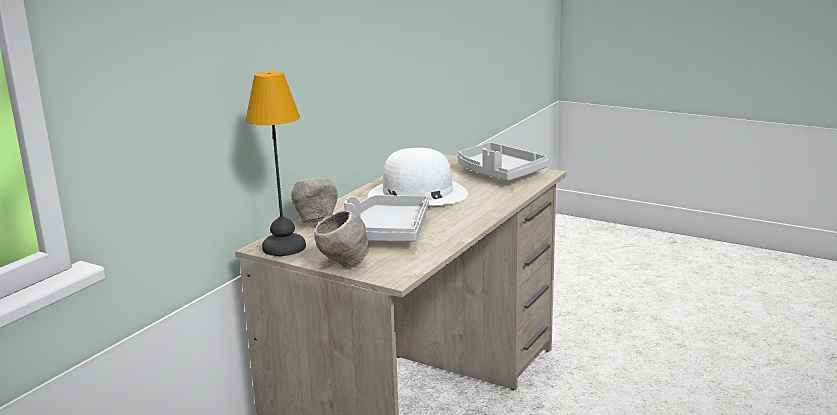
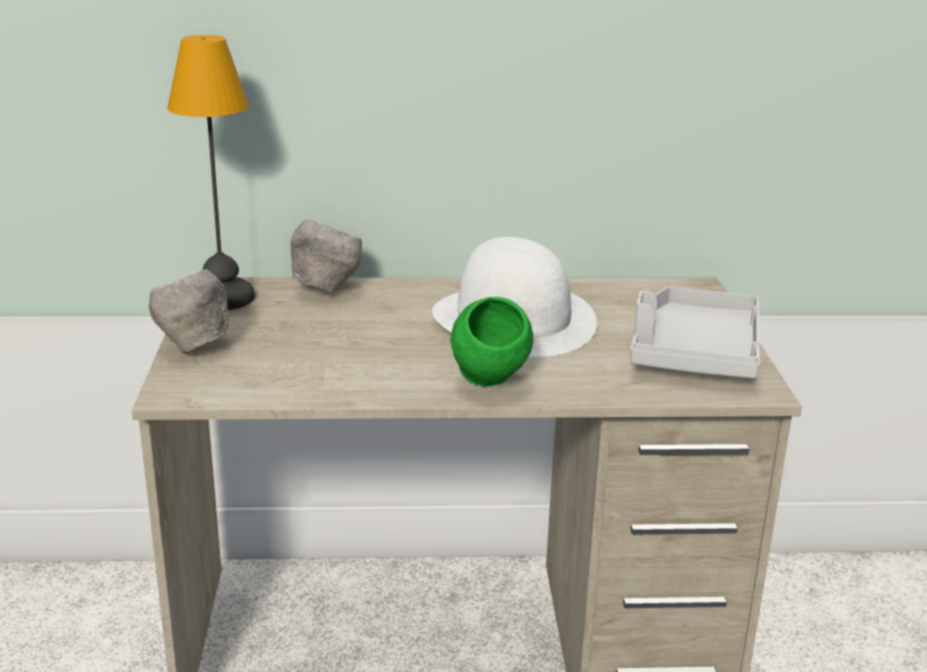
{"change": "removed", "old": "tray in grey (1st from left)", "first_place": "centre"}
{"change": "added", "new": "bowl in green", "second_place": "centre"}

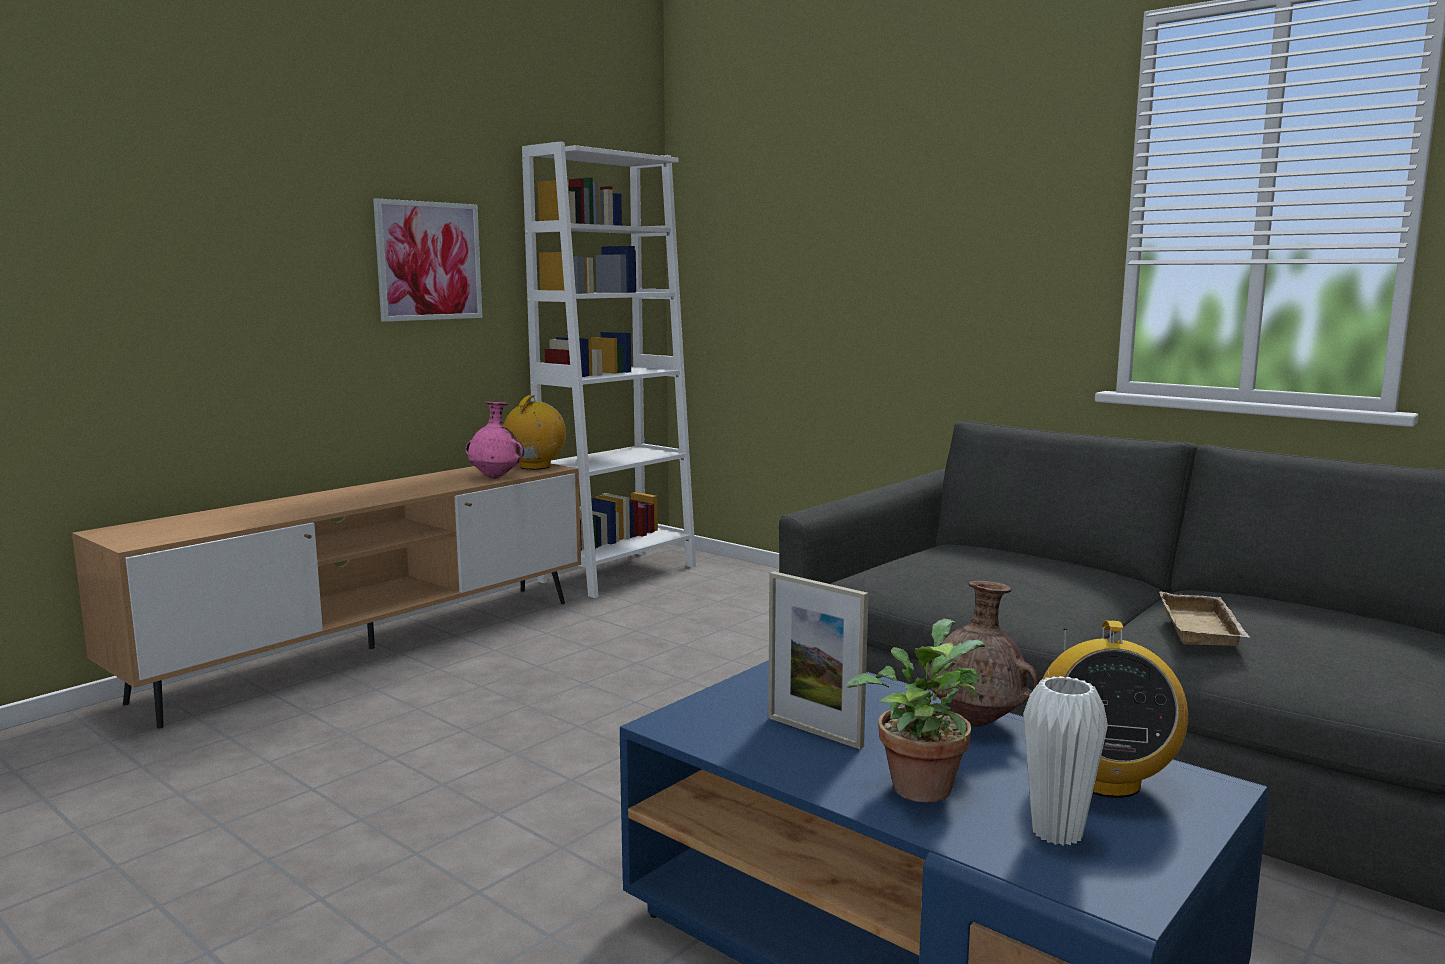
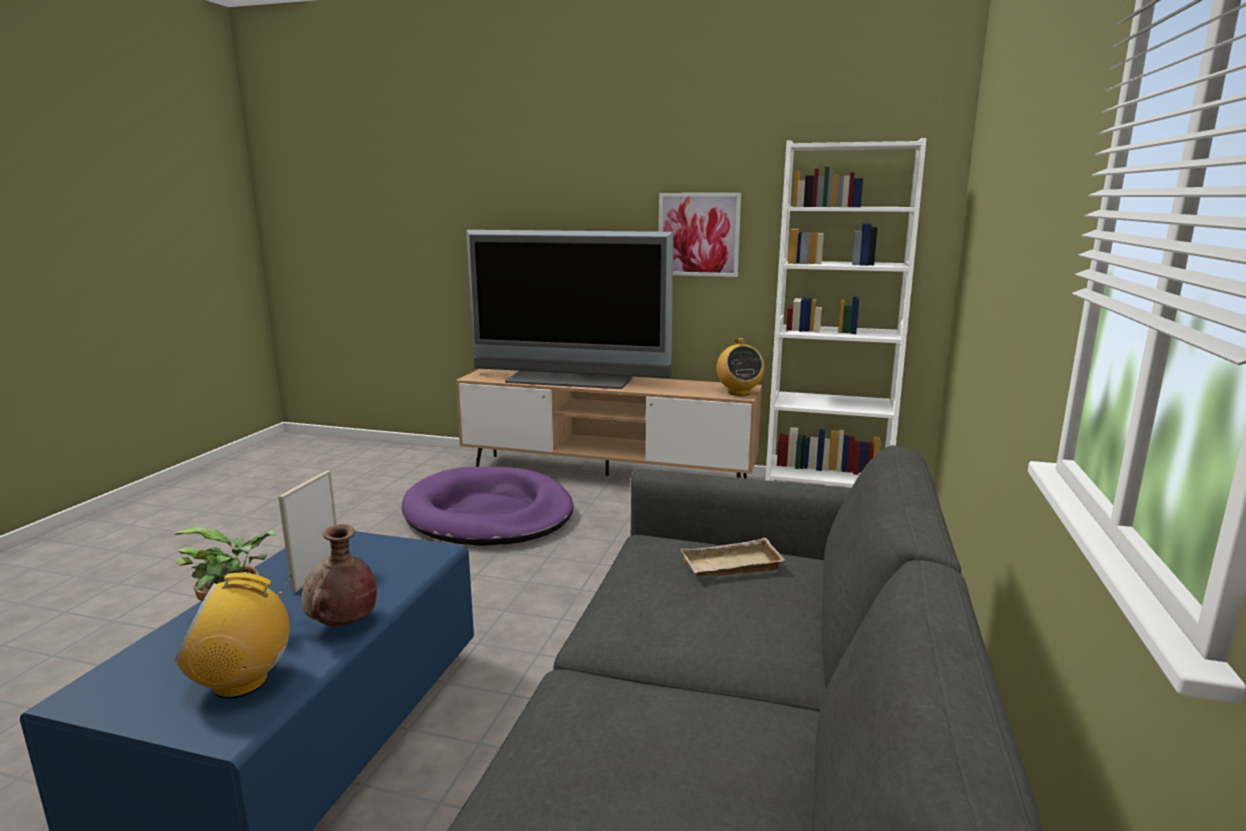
{"change": "removed", "old": "vase in pink", "first_place": "centre"}
{"change": "removed", "old": "vase in white", "first_place": "bottom right"}
{"change": "added", "new": "dog bed in purple", "second_place": "centre"}
{"change": "added", "new": "television", "second_place": "centre"}
{"change": "moved", "old": "tray in beige", "first_place": "middle right", "second_place": "bottom centre"}
{"change": "turned", "old": "radio (1st from left in the first image)", "first_place": "centre", "second_place": "centre", "degrees": 90}

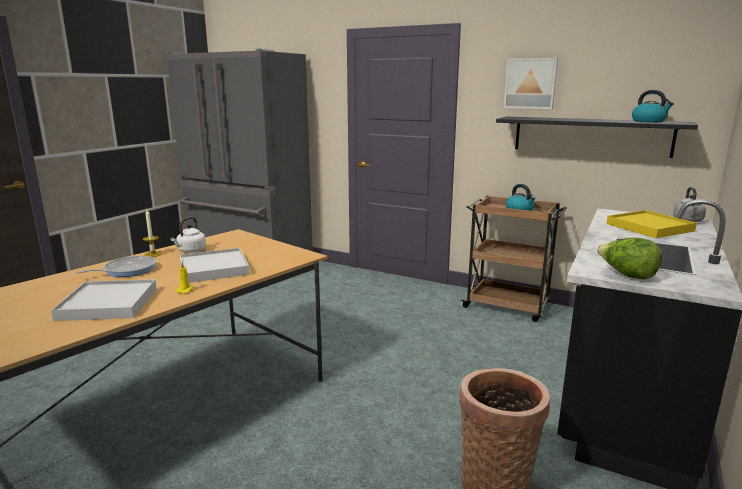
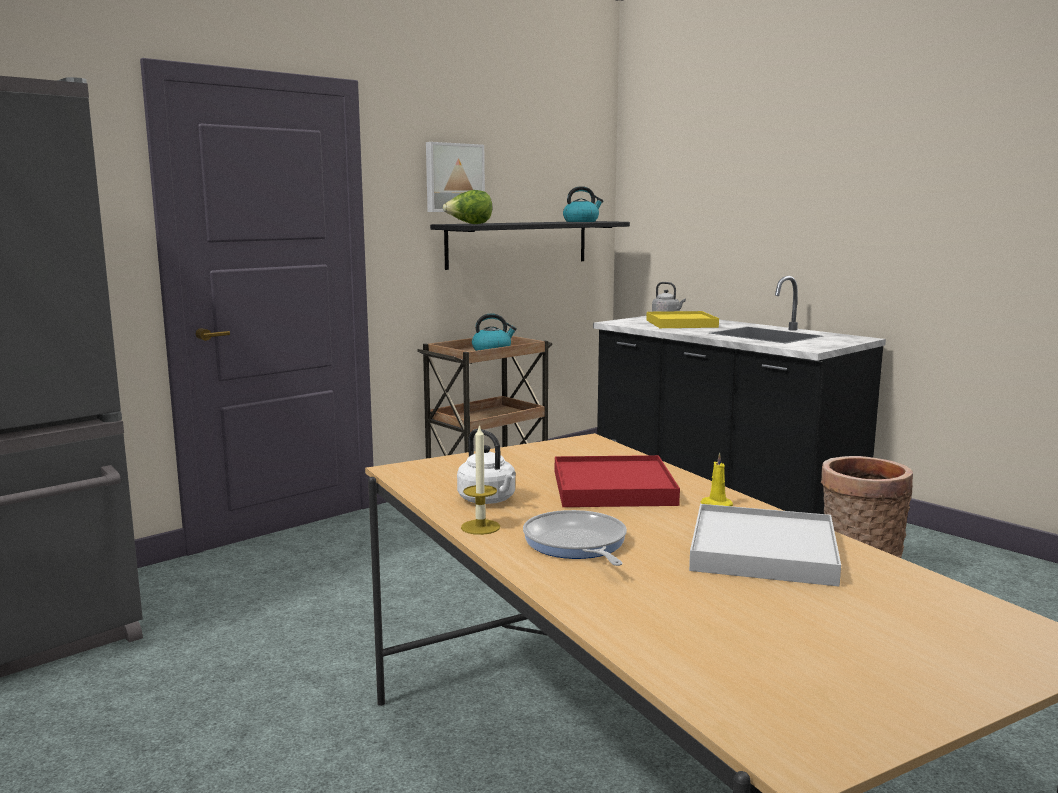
{"change": "moved", "old": "lettuce", "first_place": "middle right", "second_place": "top centre"}
{"change": "recoloured", "old": "tray in white (2nd from left)", "new": "tray in red", "first_place": "middle left", "second_place": "centre"}

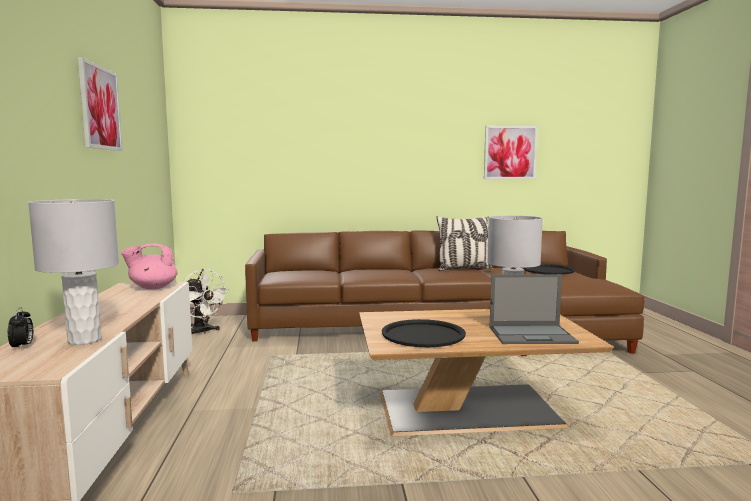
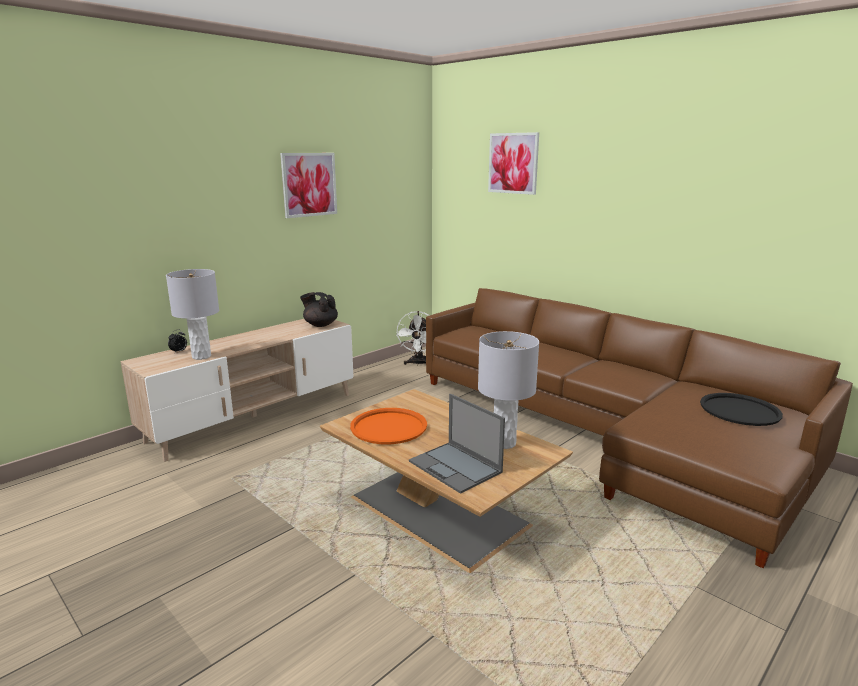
{"change": "removed", "old": "pillow", "first_place": "centre"}
{"change": "moved", "old": "picture (2nd from left)", "first_place": "top right", "second_place": "top centre"}
{"change": "recoloured", "old": "teapot in pink", "new": "teapot in black", "first_place": "middle left", "second_place": "centre"}
{"change": "recoloured", "old": "tray in black (1st from left)", "new": "tray in orange", "first_place": "centre", "second_place": "centre"}

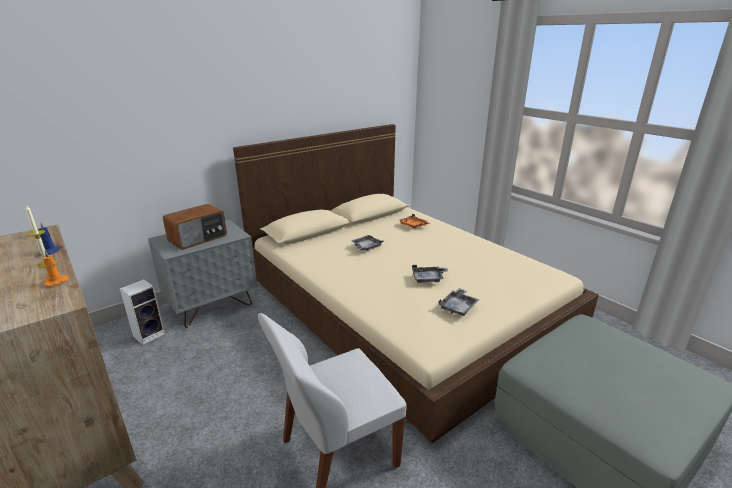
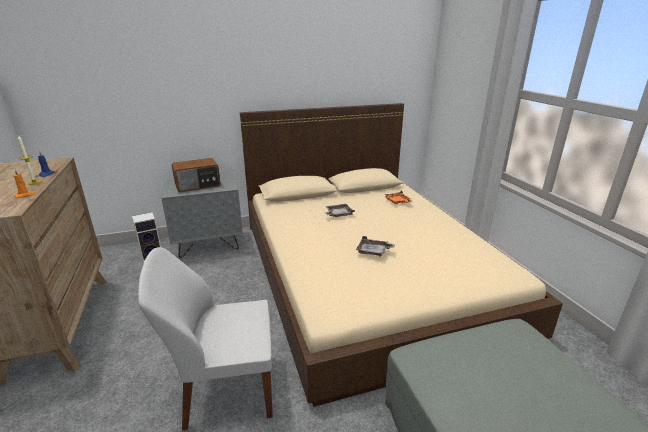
{"change": "removed", "old": "tray in grey (3rd from left)", "first_place": "centre"}

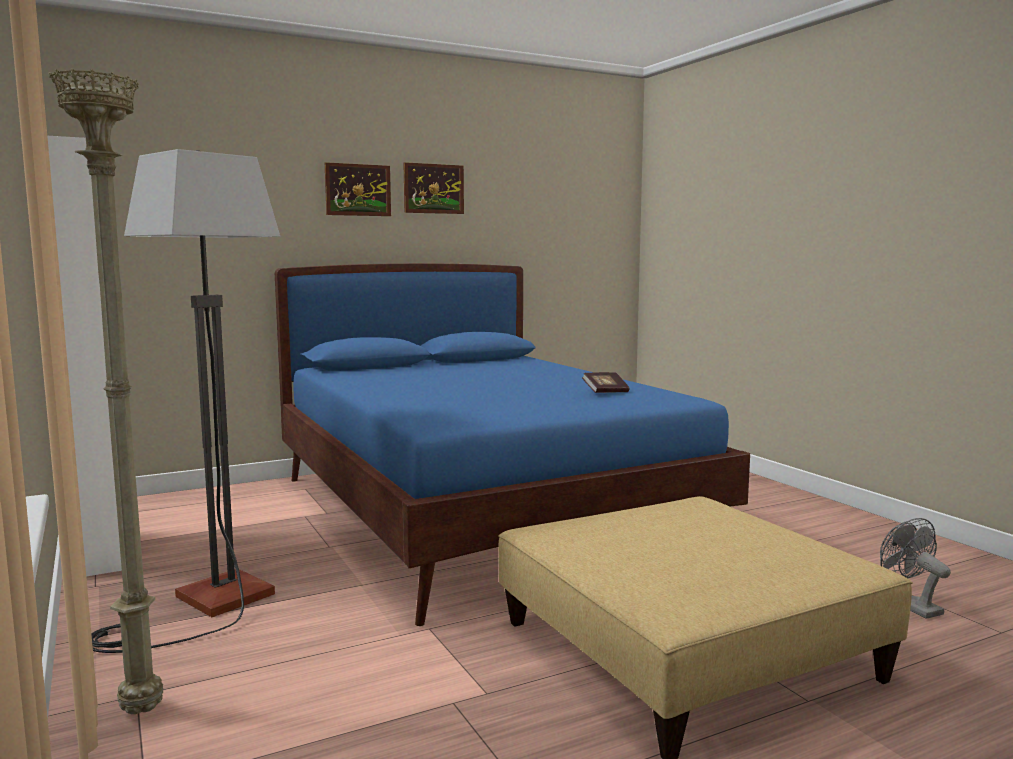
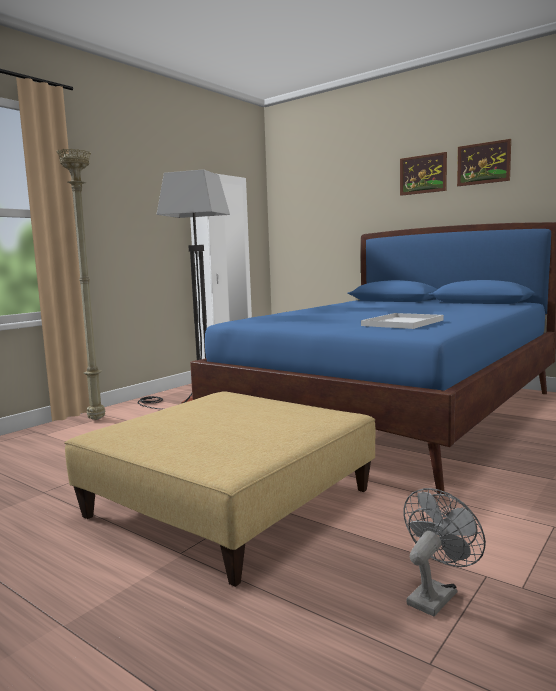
{"change": "replaced", "old": "book", "new": "tray in white", "first_place": "centre", "second_place": "middle right"}

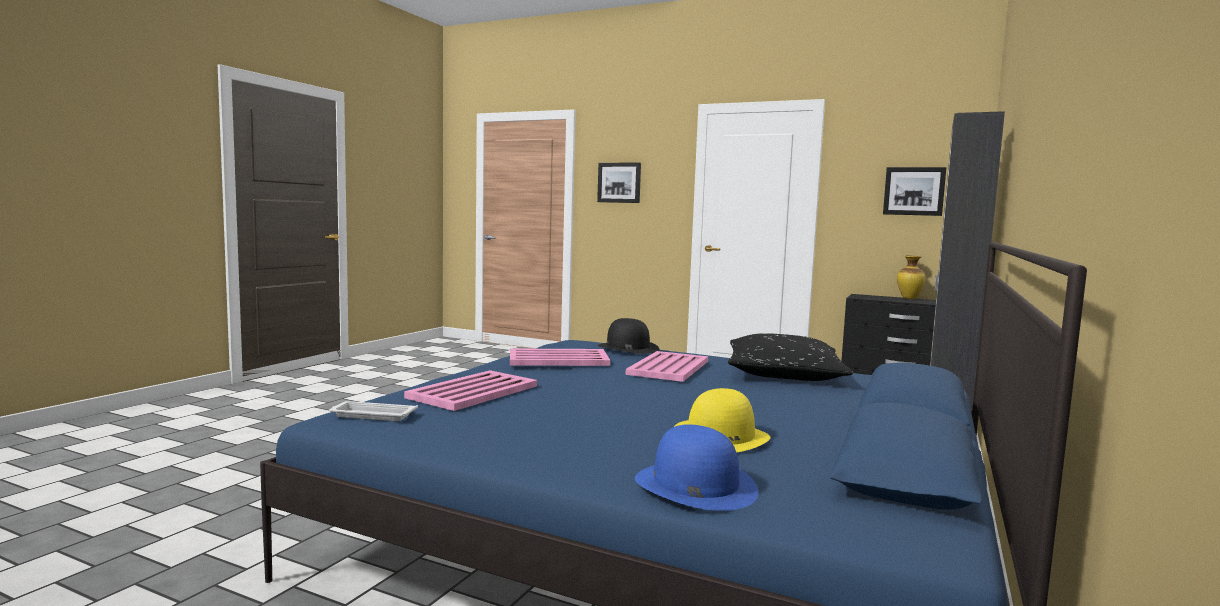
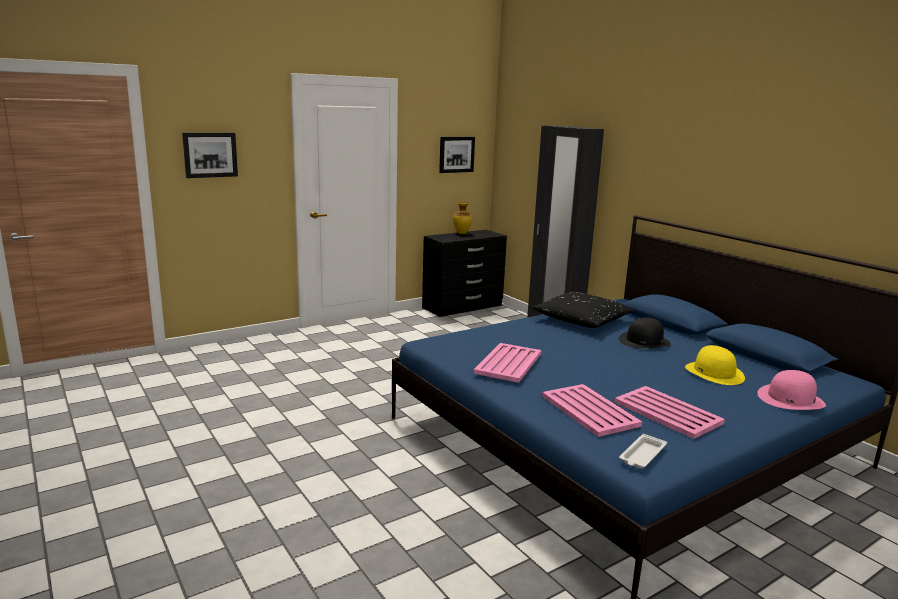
{"change": "moved", "old": "hat in black", "first_place": "centre", "second_place": "middle right"}
{"change": "moved", "old": "tray in pink (3rd from left)", "first_place": "centre", "second_place": "bottom right"}
{"change": "recoloured", "old": "hat in blue", "new": "hat in pink", "first_place": "bottom centre", "second_place": "middle right"}

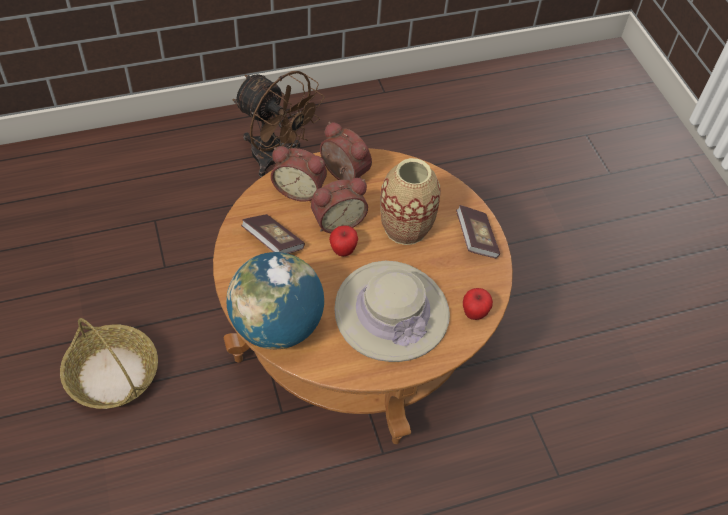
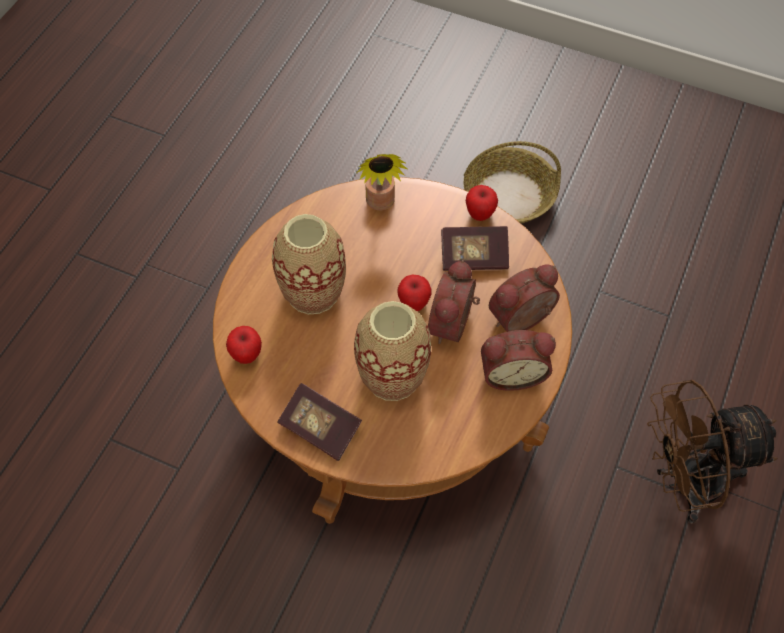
{"change": "added", "new": "apple (3rd from left)", "second_place": "top centre"}
{"change": "replaced", "old": "globe", "new": "potted plant", "first_place": "centre", "second_place": "top centre"}
{"change": "replaced", "old": "hat in beige", "new": "vase (1st from left)", "first_place": "centre", "second_place": "centre"}

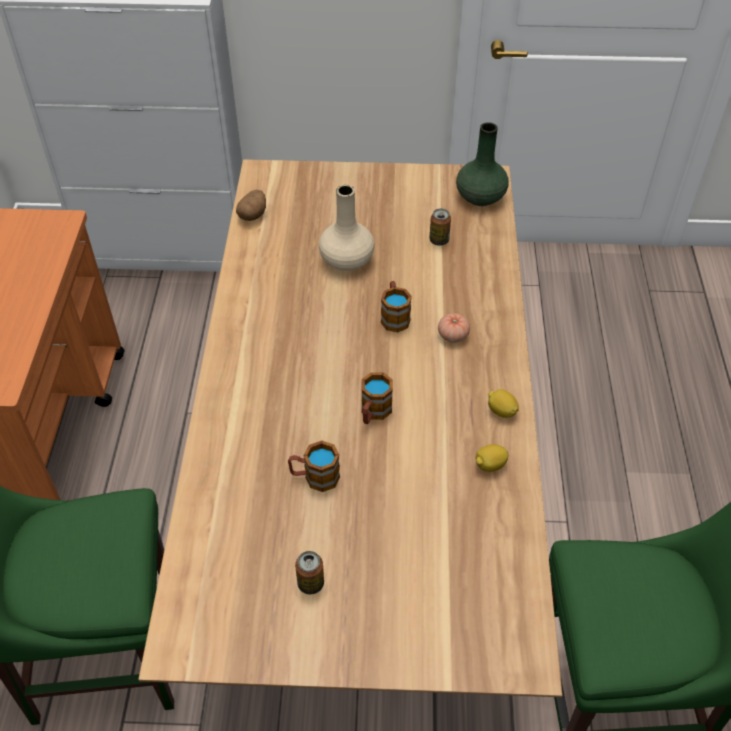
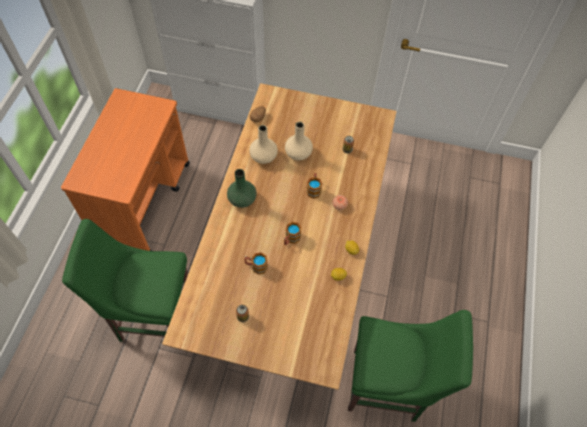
{"change": "added", "new": "vase in beige (1st from left)", "second_place": "centre"}
{"change": "moved", "old": "vase in green", "first_place": "top centre", "second_place": "centre"}

